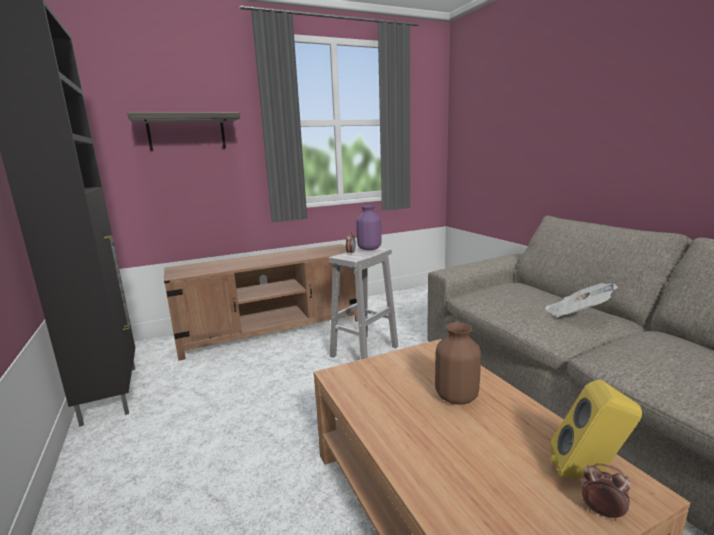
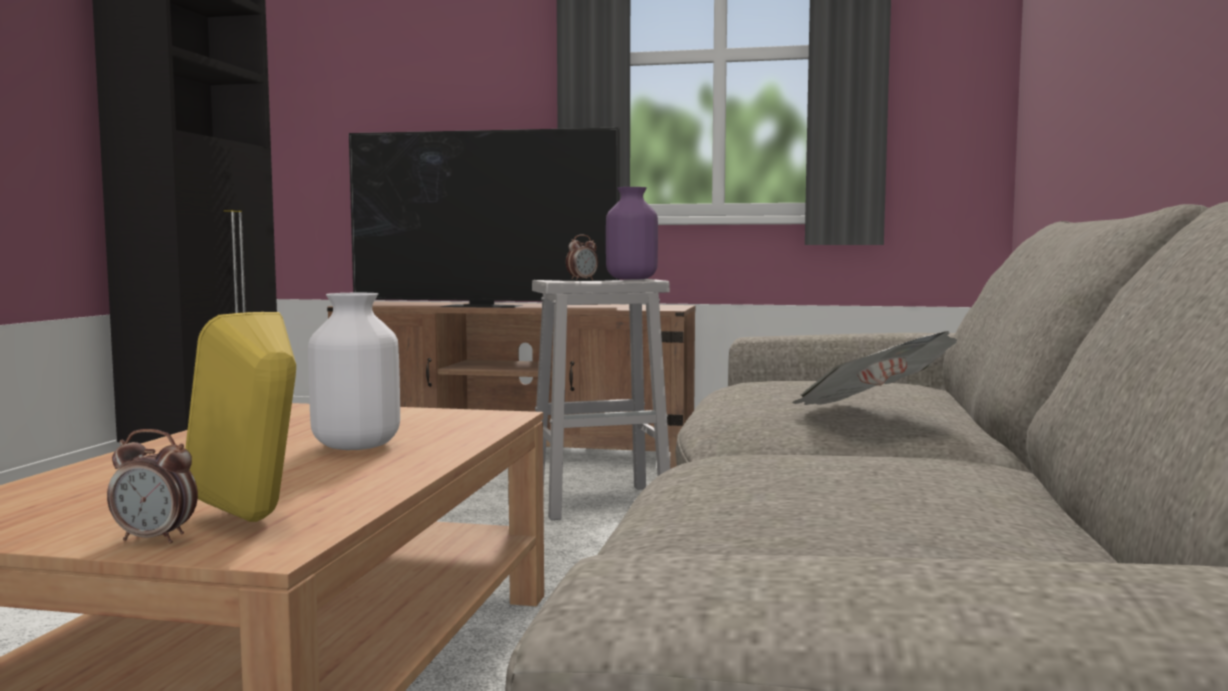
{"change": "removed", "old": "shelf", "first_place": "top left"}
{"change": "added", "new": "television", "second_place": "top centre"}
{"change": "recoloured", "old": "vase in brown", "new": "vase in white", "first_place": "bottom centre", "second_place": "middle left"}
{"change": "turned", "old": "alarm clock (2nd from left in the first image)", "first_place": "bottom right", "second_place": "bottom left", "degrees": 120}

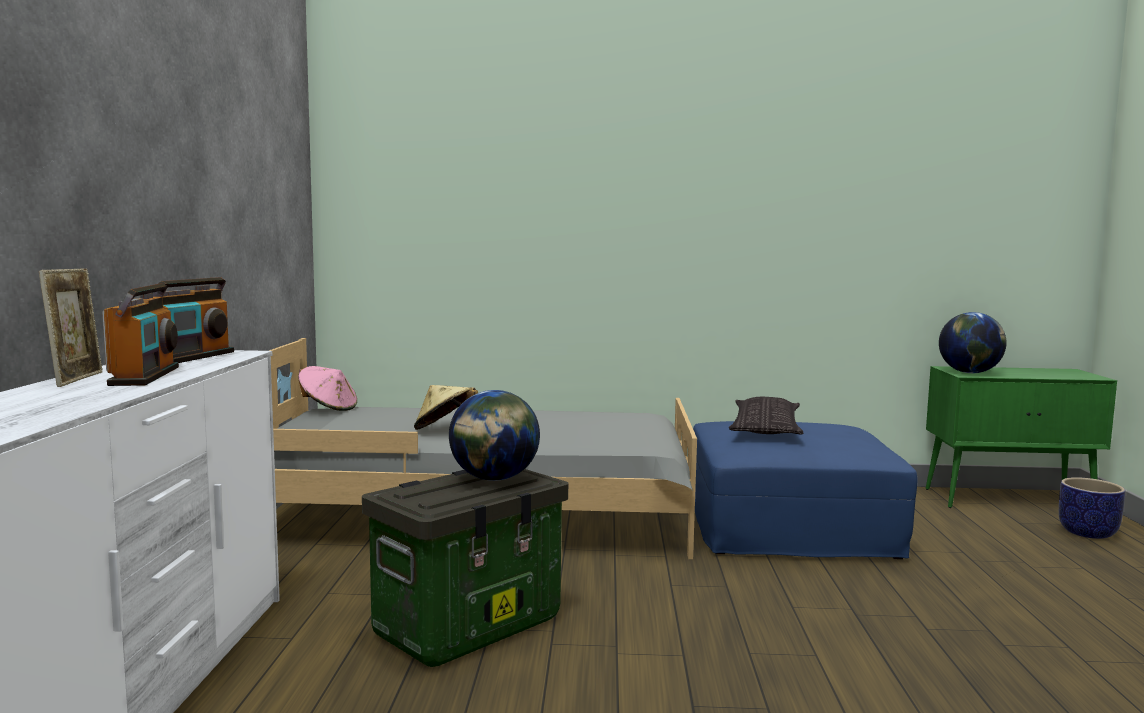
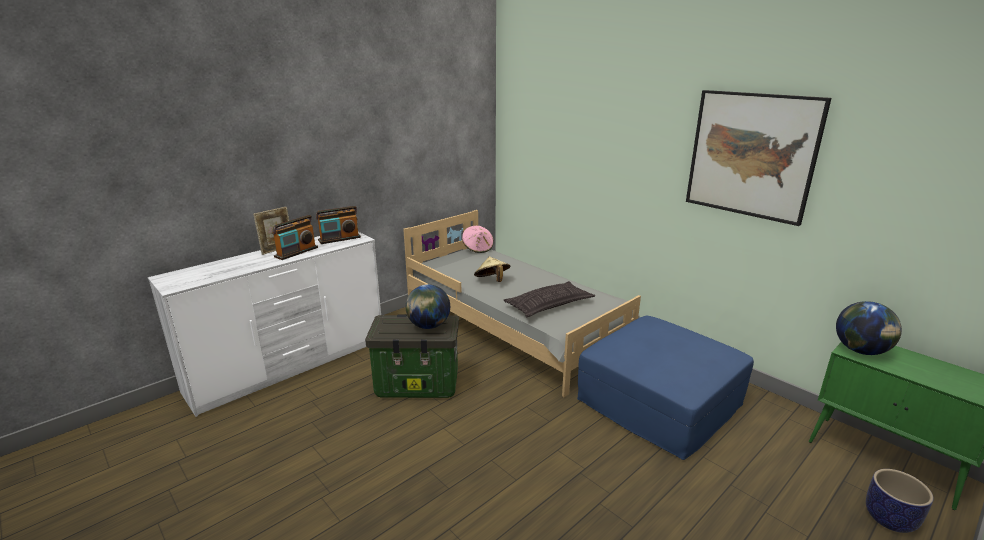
{"change": "added", "new": "picture", "second_place": "top right"}
{"change": "moved", "old": "pillow", "first_place": "middle right", "second_place": "centre"}

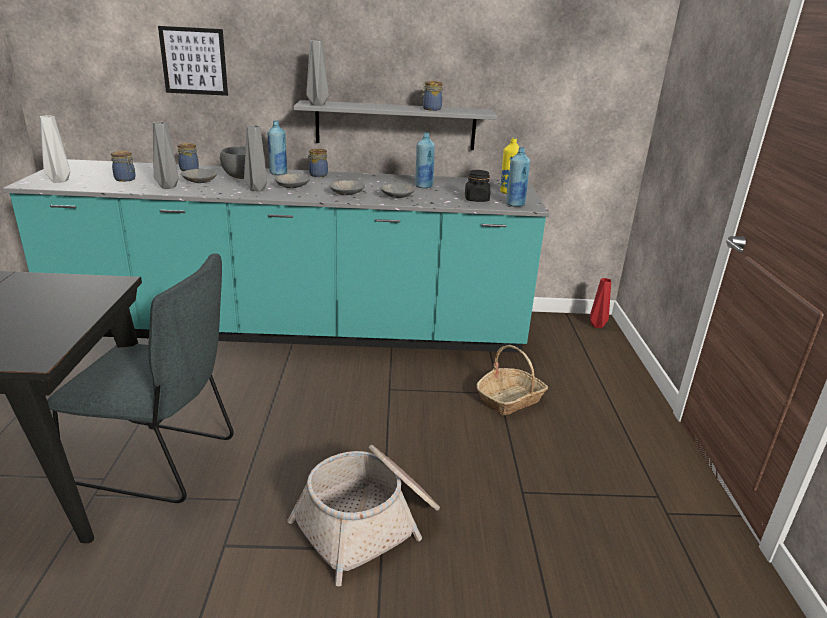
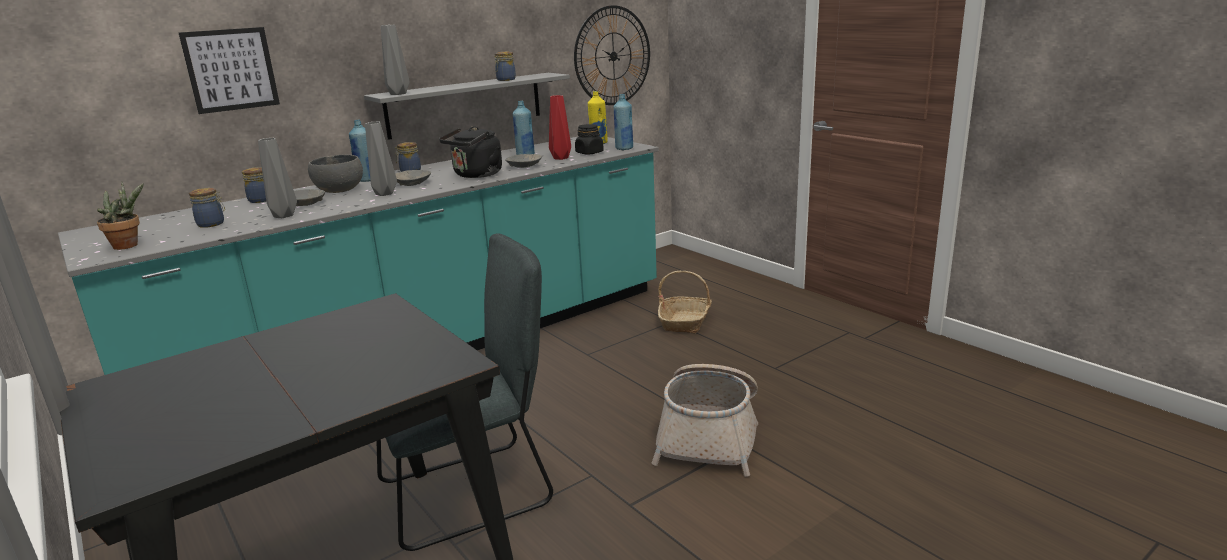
{"change": "added", "new": "wall clock", "second_place": "top centre"}
{"change": "moved", "old": "vase in red", "first_place": "middle right", "second_place": "top centre"}
{"change": "replaced", "old": "vase in grey (1st from left)", "new": "potted plant", "first_place": "top left", "second_place": "middle left"}
{"change": "replaced", "old": "bowl in grey (4th from left)", "new": "kettle in black", "first_place": "top centre", "second_place": "top centre"}

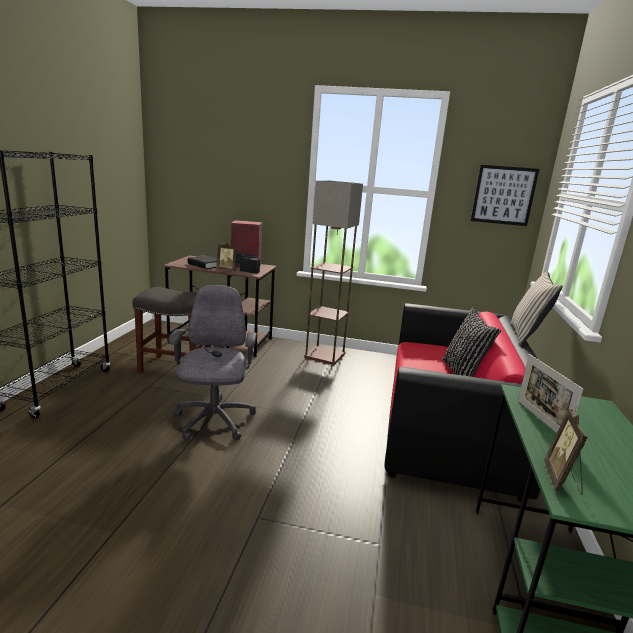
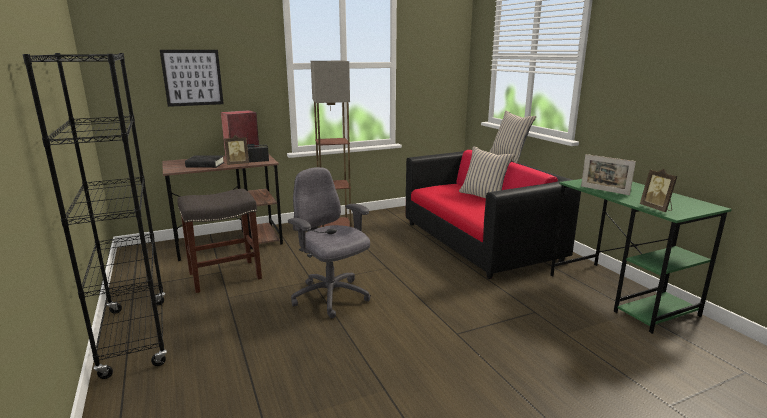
{"change": "moved", "old": "picture", "first_place": "top right", "second_place": "top left"}
{"change": "recoloured", "old": "pillow in black", "new": "pillow in beige (1st from left)", "first_place": "middle right", "second_place": "centre"}

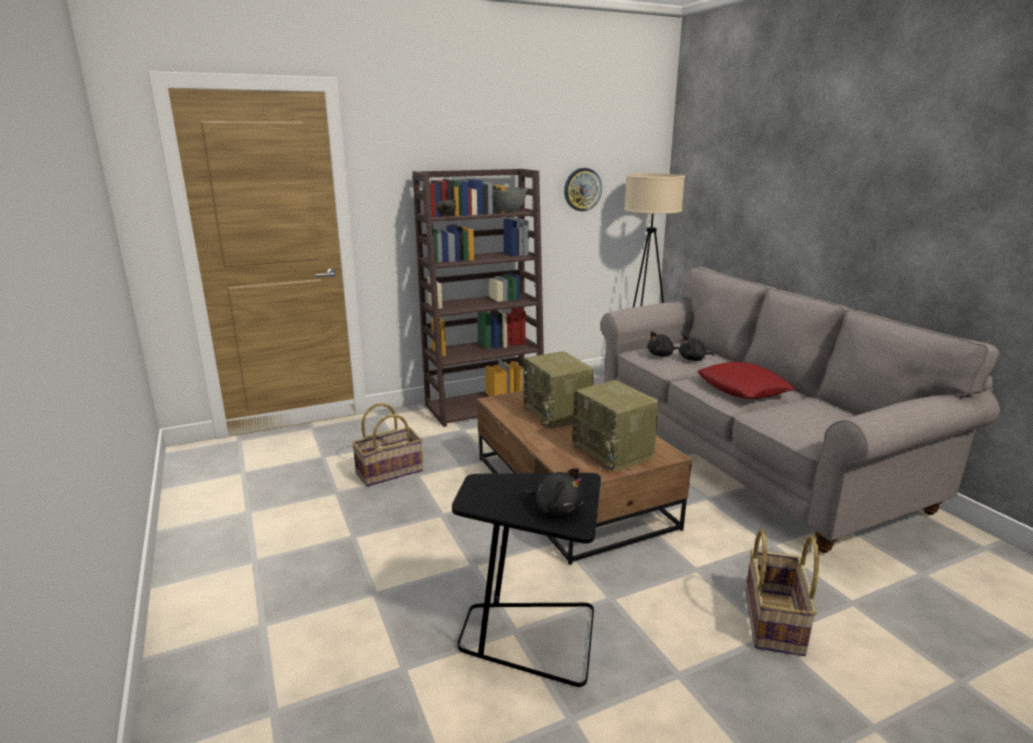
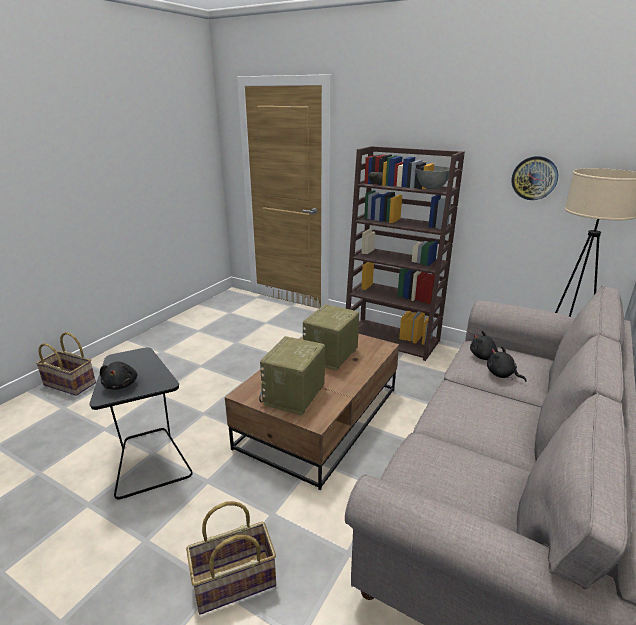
{"change": "removed", "old": "pillow in red", "first_place": "middle right"}
{"change": "moved", "old": "basket (1st from left)", "first_place": "centre", "second_place": "middle left"}

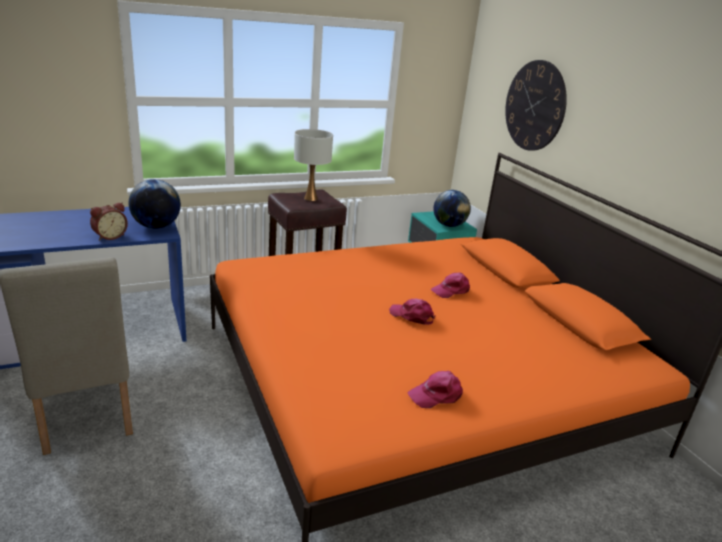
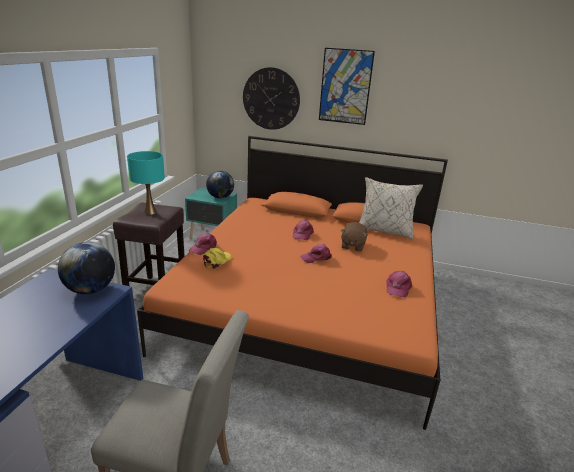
{"change": "removed", "old": "alarm clock", "first_place": "middle left"}
{"change": "added", "new": "cap in pink (1st from left)", "second_place": "centre"}
{"change": "added", "new": "cap in yellow", "second_place": "centre"}
{"change": "added", "new": "picture", "second_place": "top centre"}
{"change": "added", "new": "plush toy in brown", "second_place": "centre"}
{"change": "added", "new": "pillow in beige", "second_place": "middle right"}
{"change": "recoloured", "old": "table lamp in white", "new": "table lamp in turquoise", "first_place": "top centre", "second_place": "middle left"}

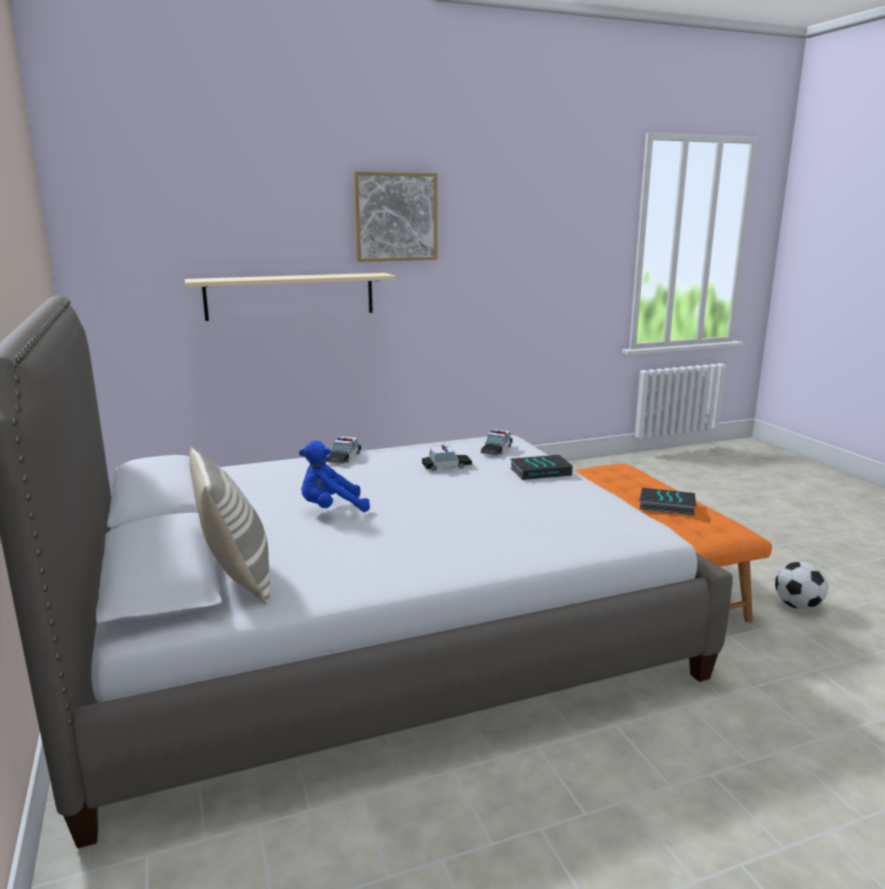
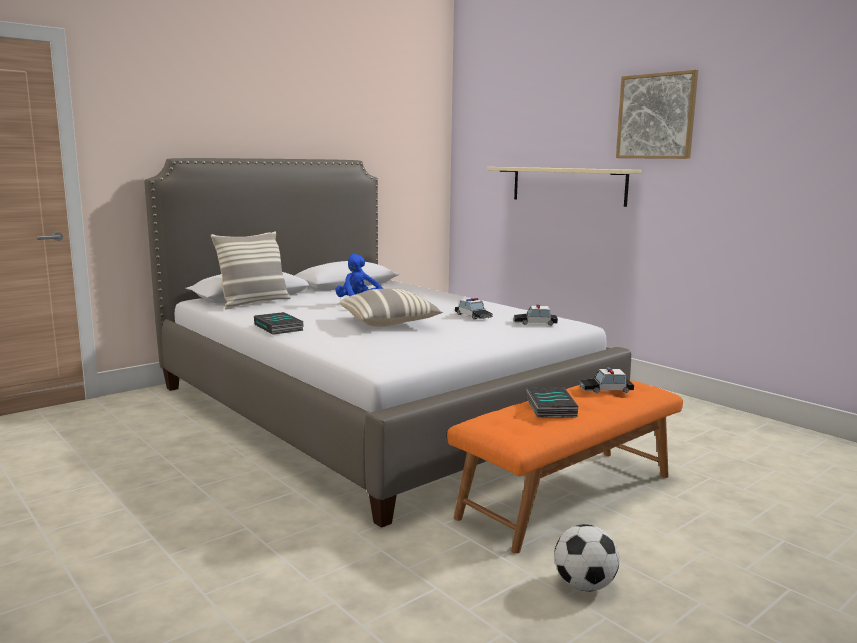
{"change": "added", "new": "pillow (2nd from left)", "second_place": "centre"}
{"change": "moved", "old": "toy car (1st from left in the first image)", "new": "toy car (3rd from left)", "first_place": "centre", "second_place": "middle right"}
{"change": "moved", "old": "book (1st from left)", "first_place": "centre", "second_place": "middle left"}

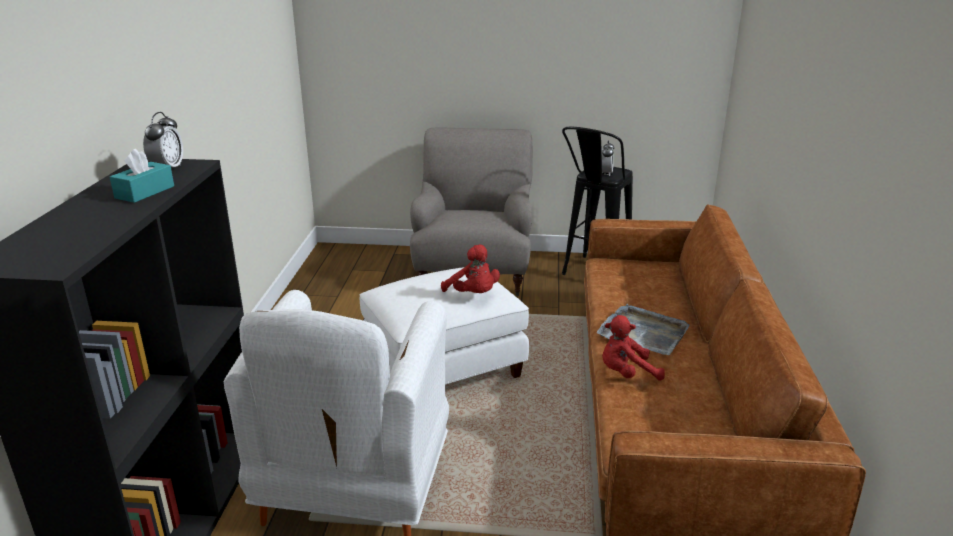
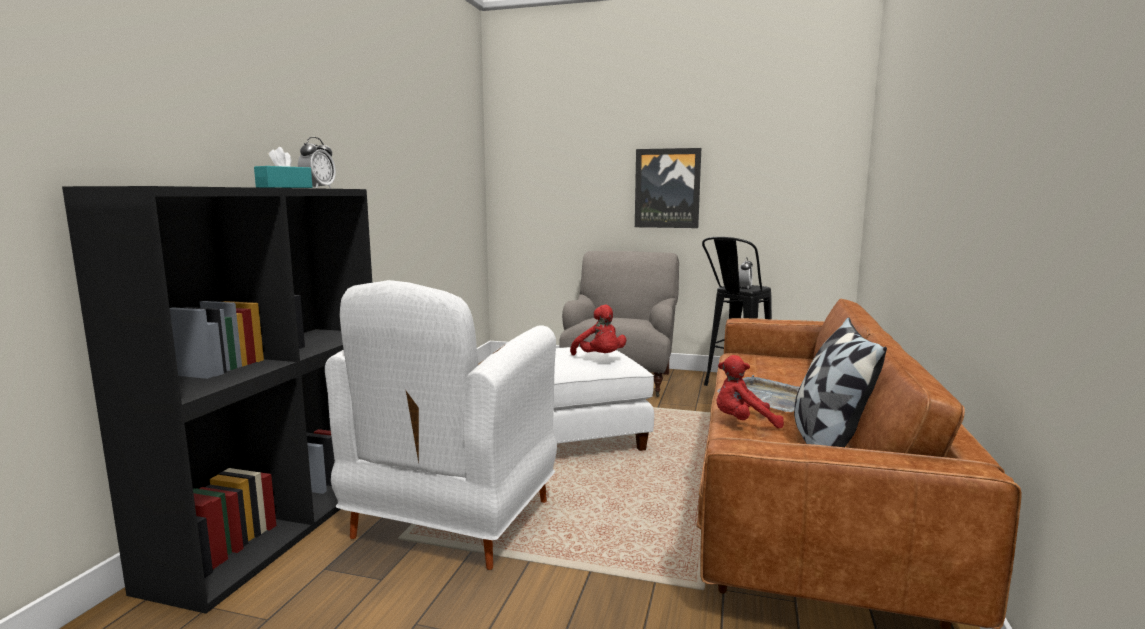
{"change": "added", "new": "picture", "second_place": "top centre"}
{"change": "added", "new": "pillow", "second_place": "middle right"}

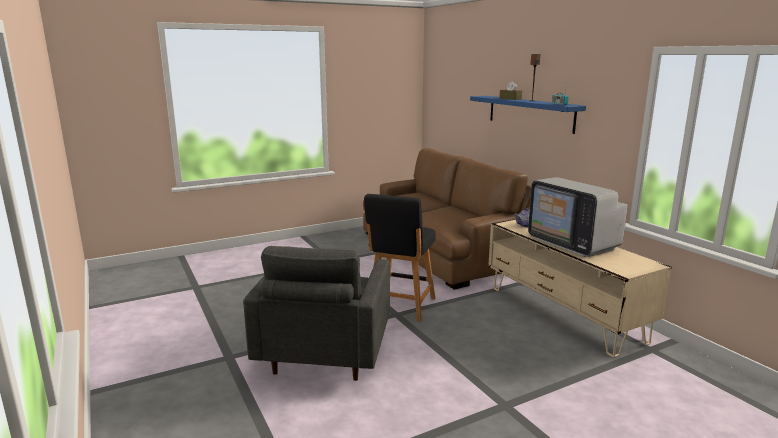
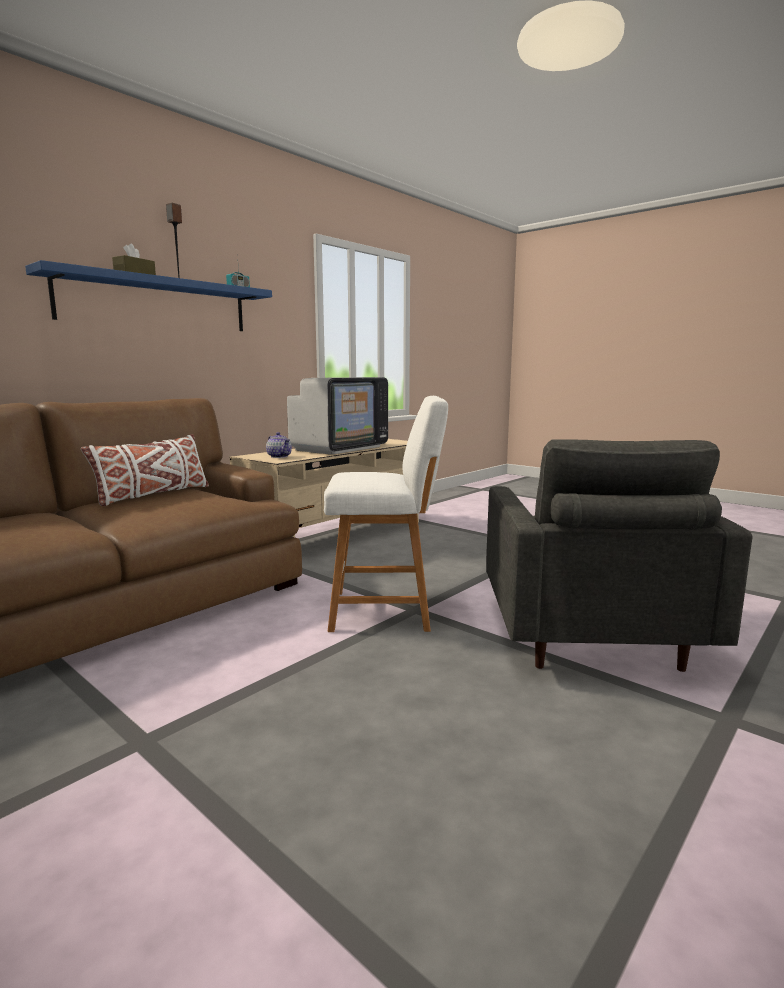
{"change": "added", "new": "pillow in white", "second_place": "middle left"}
{"change": "recoloured", "old": "stool in black", "new": "stool in white", "first_place": "centre", "second_place": "centre"}
{"change": "turned", "old": "armchair in grey", "first_place": "bottom centre", "second_place": "middle right", "degrees": 105}

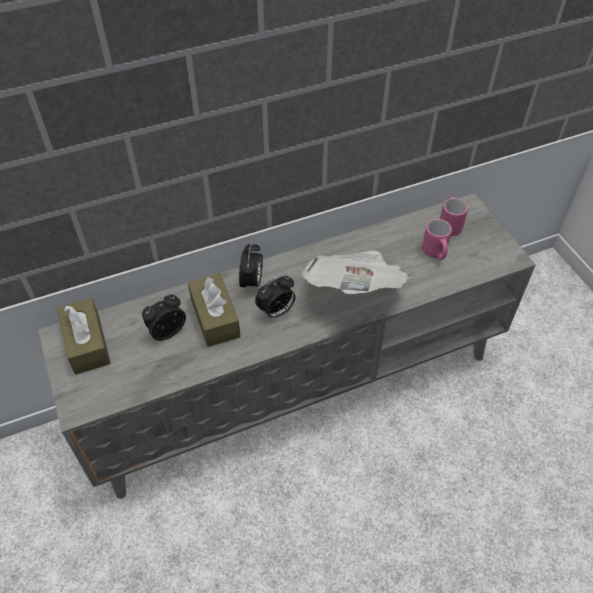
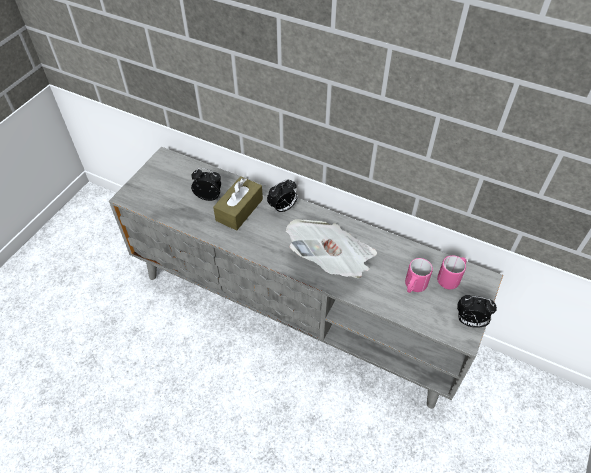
{"change": "removed", "old": "tissue box in brown (1st from left)", "first_place": "middle left"}
{"change": "moved", "old": "alarm clock (3rd from left)", "first_place": "centre", "second_place": "middle right"}

